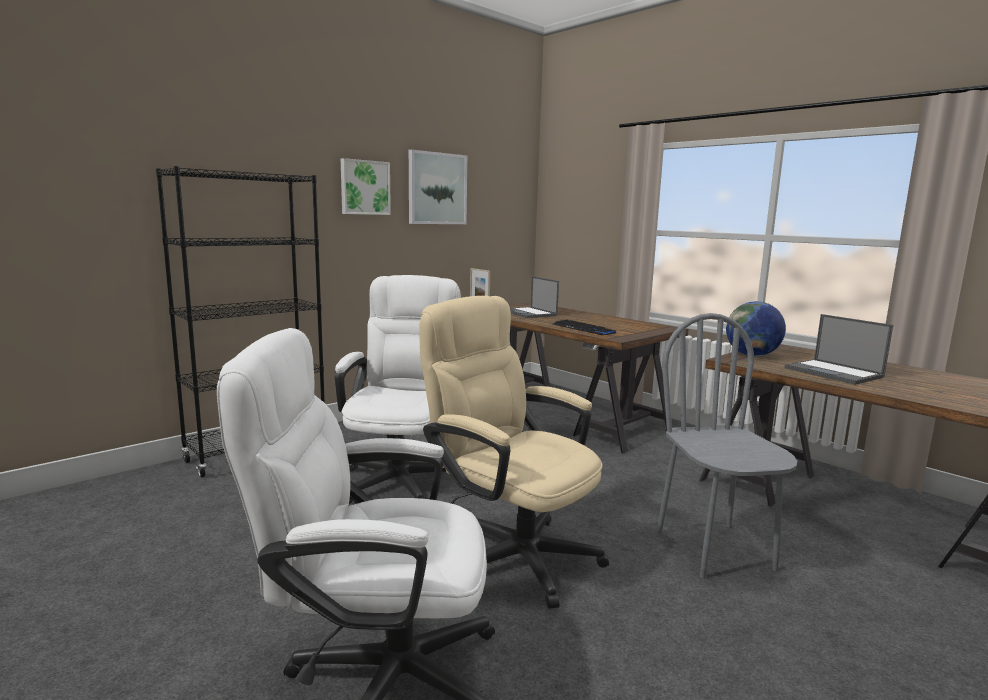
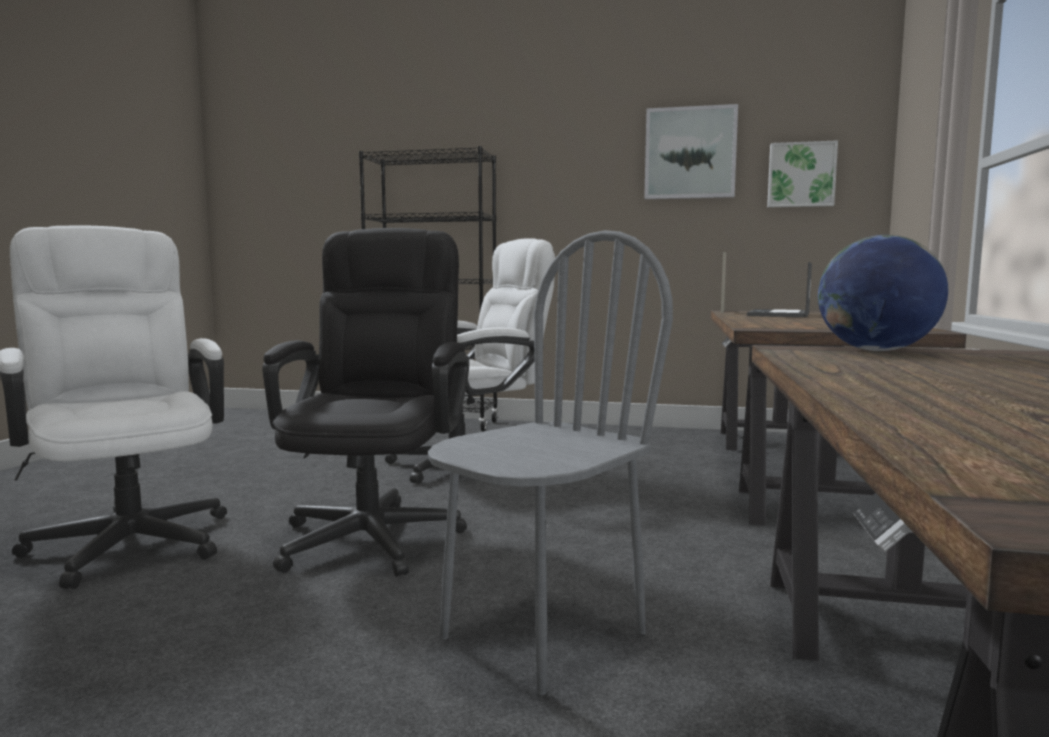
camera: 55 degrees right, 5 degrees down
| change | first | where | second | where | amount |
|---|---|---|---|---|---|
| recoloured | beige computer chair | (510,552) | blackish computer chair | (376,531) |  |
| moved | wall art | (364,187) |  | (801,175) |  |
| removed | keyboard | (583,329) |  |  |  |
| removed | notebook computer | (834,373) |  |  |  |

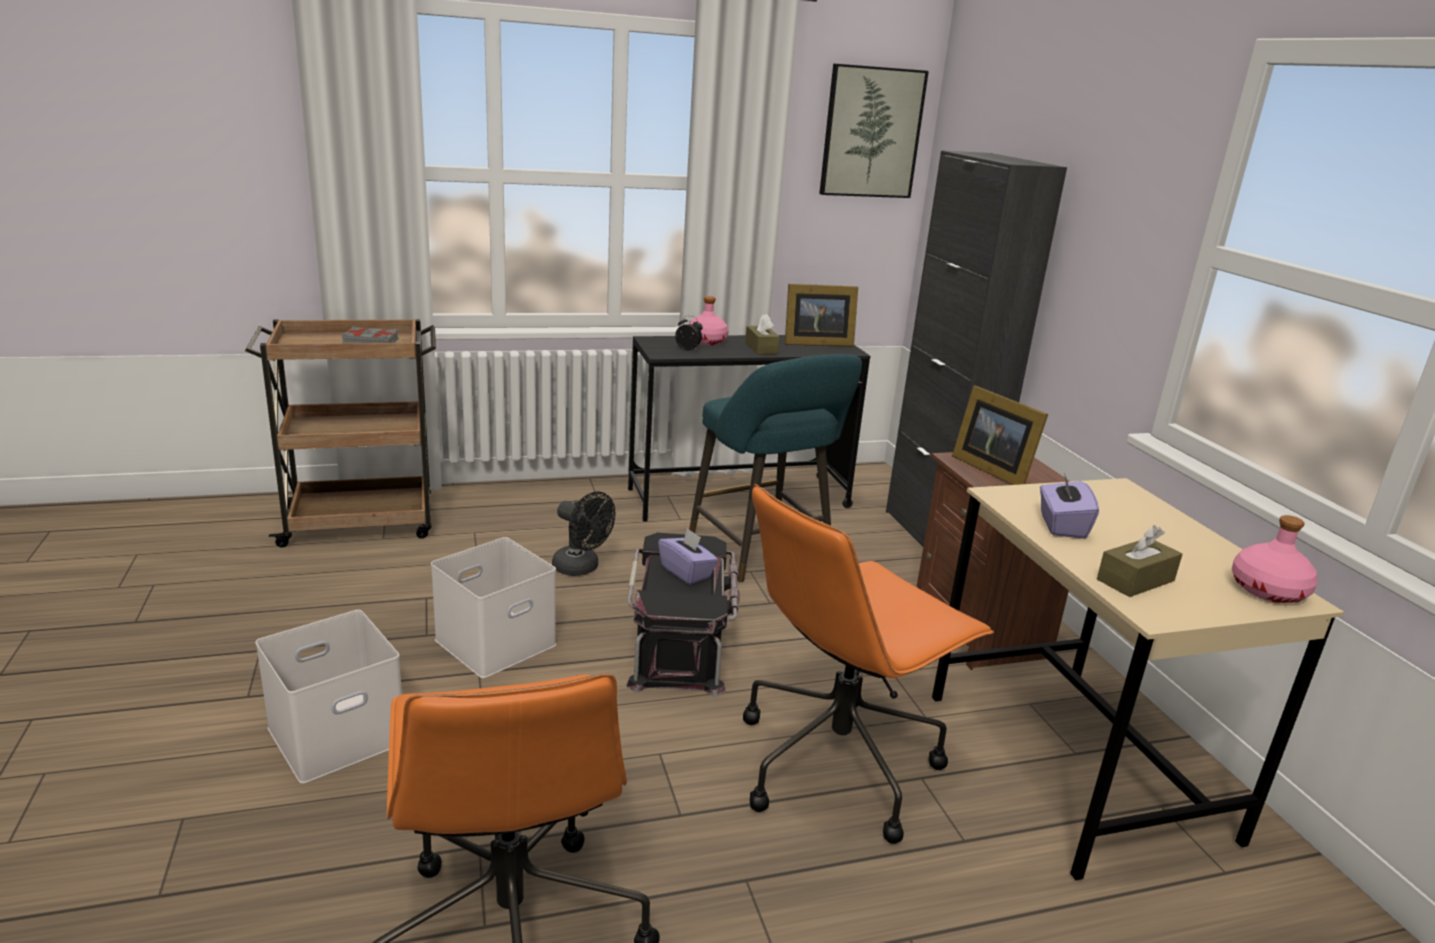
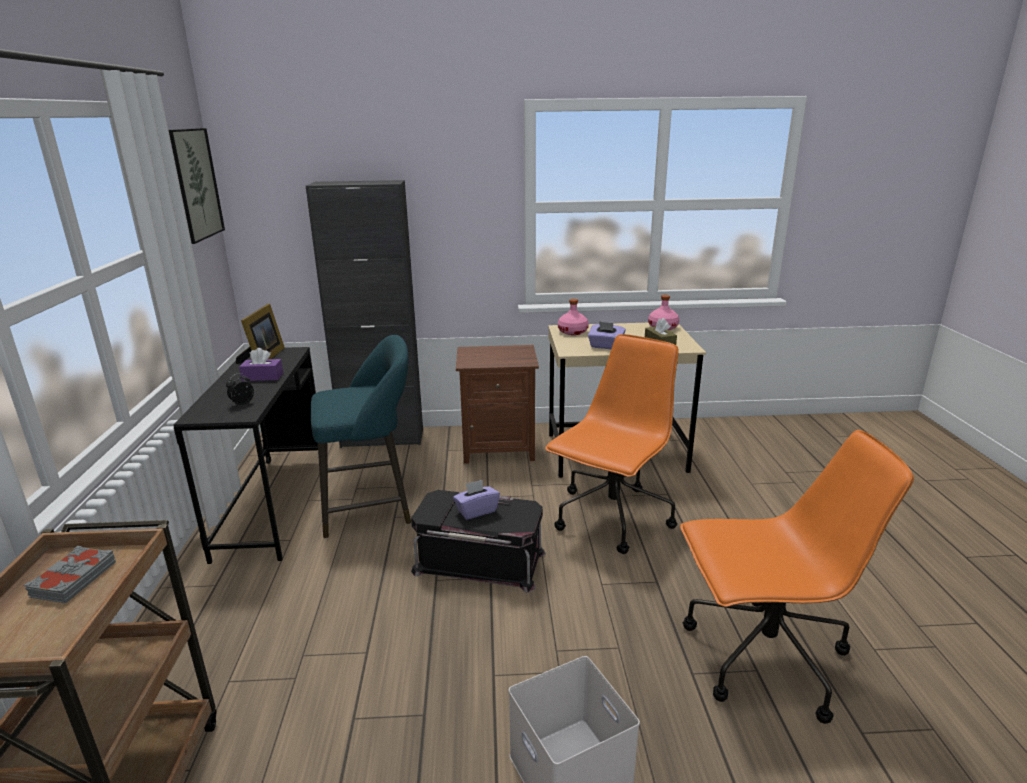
camera: 75 degrees left, 0 degrees up
| change | first | where | second | where | amount |
|---|---|---|---|---|---|
| recoloured | brownish tissue holder | (761,348) | purplish tissue holder | (262,377) |  |
| turned | orange-coloured computer chair | (838,762) |  | (612,518) | 120 degrees counterclockwise |
| moved | pink-coloured drink bottle | (707,341) |  | (573,332) |  |
| removed | white storage box | (496,641) |  |  |  |
| removed | blackish cooling fan | (581,568) |  |  |  |
| removed | picture frame | (992,469) |  |  |  |

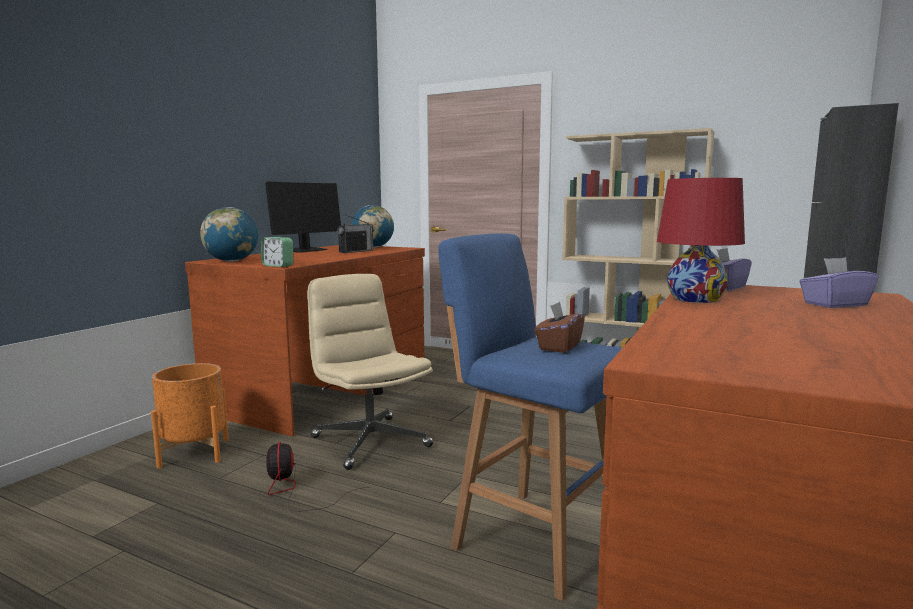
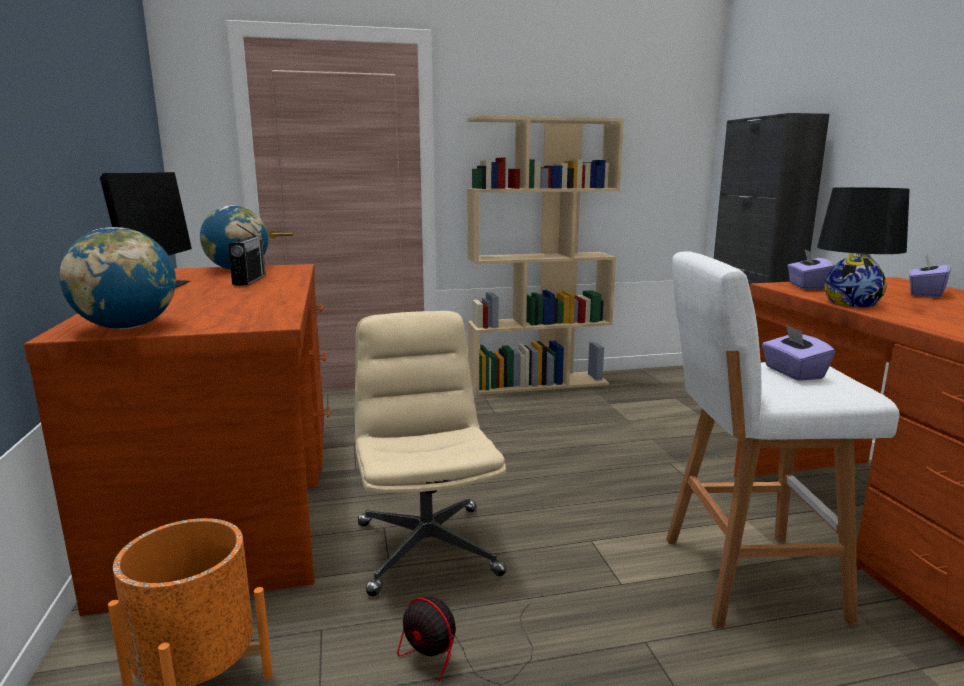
camera: 40 degrees left, 5 degrees up
| change | first | where | second | where | amount |
|---|---|---|---|---|---|
| turned | beige computer chair | (369,441) |  | (426,547) | 60 degrees clockwise |
| recoloured | blue-coloured stool | (533,537) | white stool | (744,578) |  |
| recoloured | brownish tissue holder | (559,346) | purplish tissue holder | (793,373) |  |
| recoloured | red-coloured lamp for a table | (695,299) | blackish lamp for a table | (852,303) |  |
| removed | bedside clock | (278,265) |  |  |  |

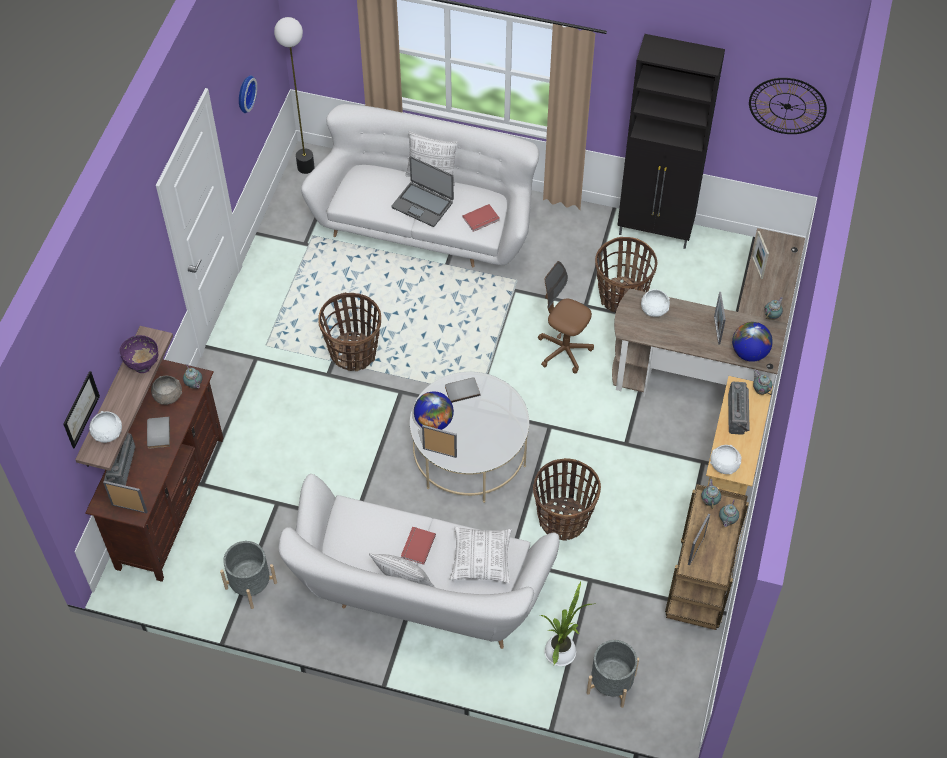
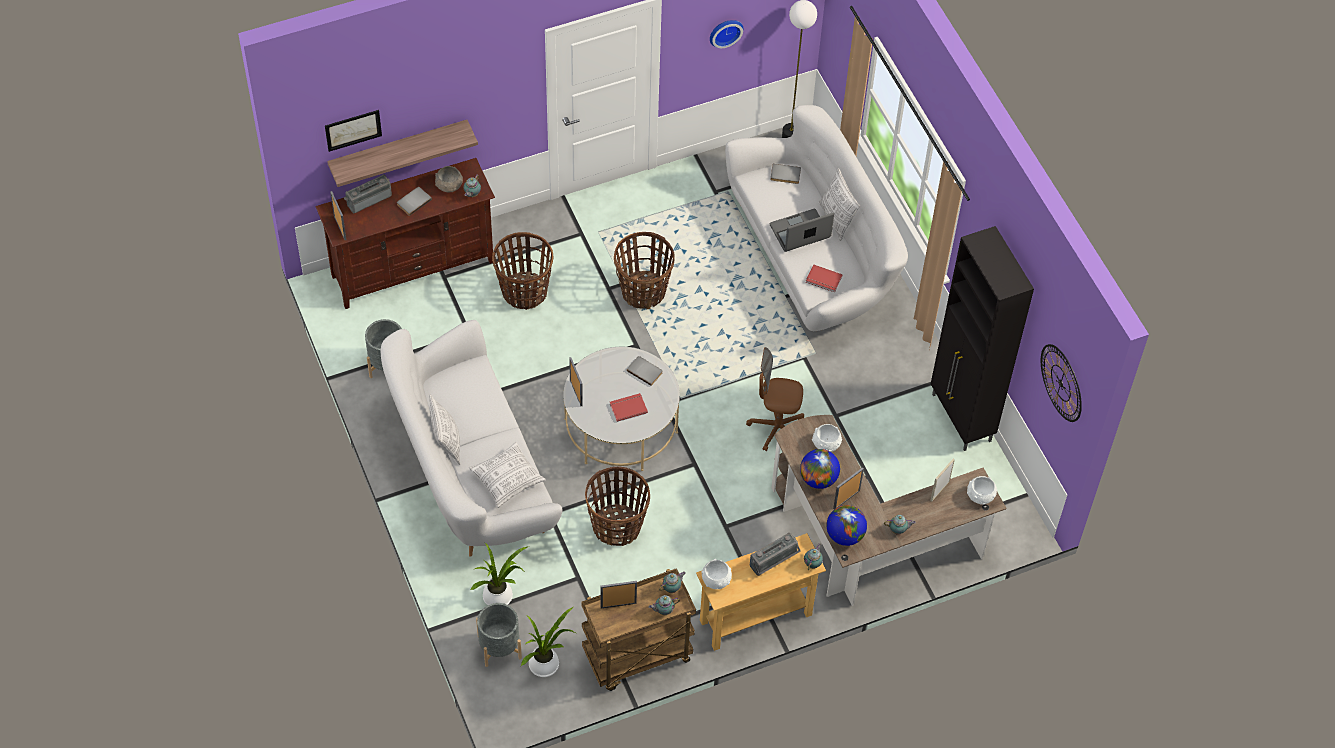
camera: 50 degrees right, 0 degrees up
| change | first | where | second | where | amount |
|---|---|---|---|---|---|
| moved | household basket | (621,297) |  | (524,292) |  |
| added |  |  | houseplant | (546,664) |  |
| moved | red-coloured book | (417,546) |  | (628,407) |  |
| turned | brownish computer chair | (564,351) |  | (776,428) | 75 degrees counterclockwise |
| added |  |  | gray book | (785,175) |  |
| turned | notebook computer | (423,204) |  | (800,232) | 75 degrees clockwise |
| moved | globe | (434,422) |  | (818,479) |  |
| moved | white serving bowl | (107,433) |  | (980,495) |  |
| removed | purplish serving bowl | (143,365) |  |  |  |

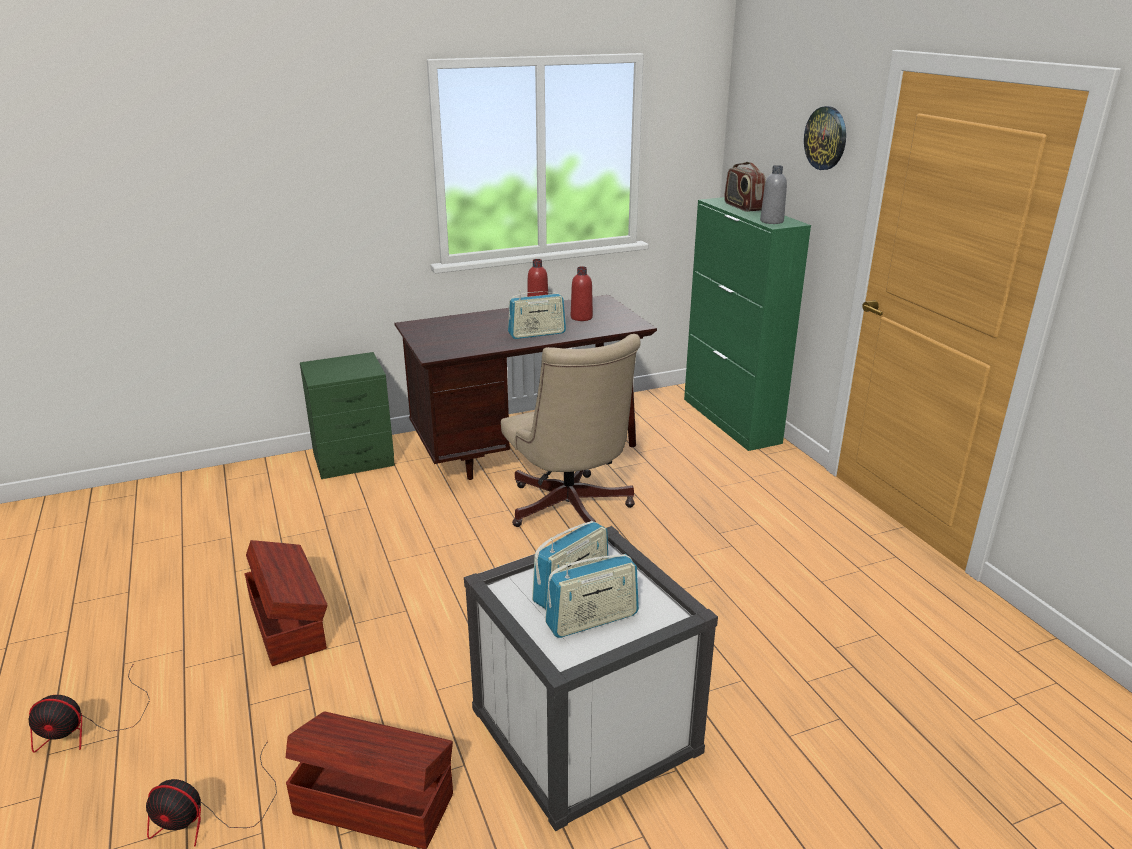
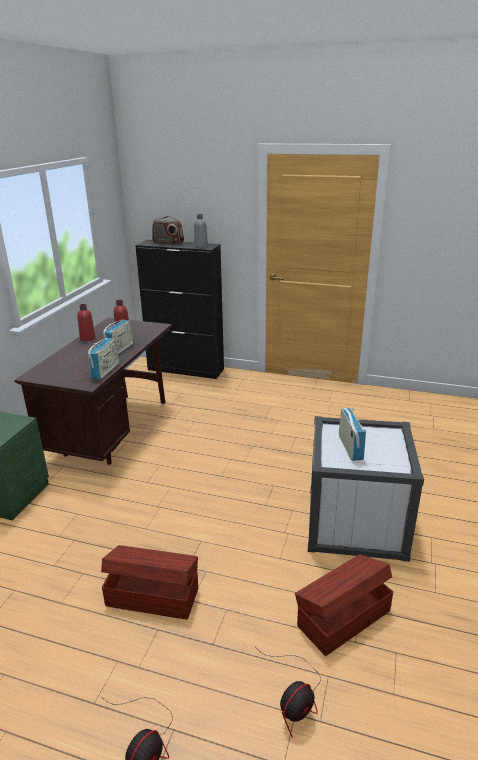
camera: 50 degrees left, 0 degrees up
| change | first | where | second | where | amount |
|---|---|---|---|---|---|
| moved | radio receiver | (592,620) |  | (105,371) |  |
| recoloured | green-coloured cupboard | (731,421) | blackish cupboard | (186,369) |  |
| removed | beige computer chair | (570,511) |  |  |  |
| removed | clock on the wall | (826,138) |  |  |  |

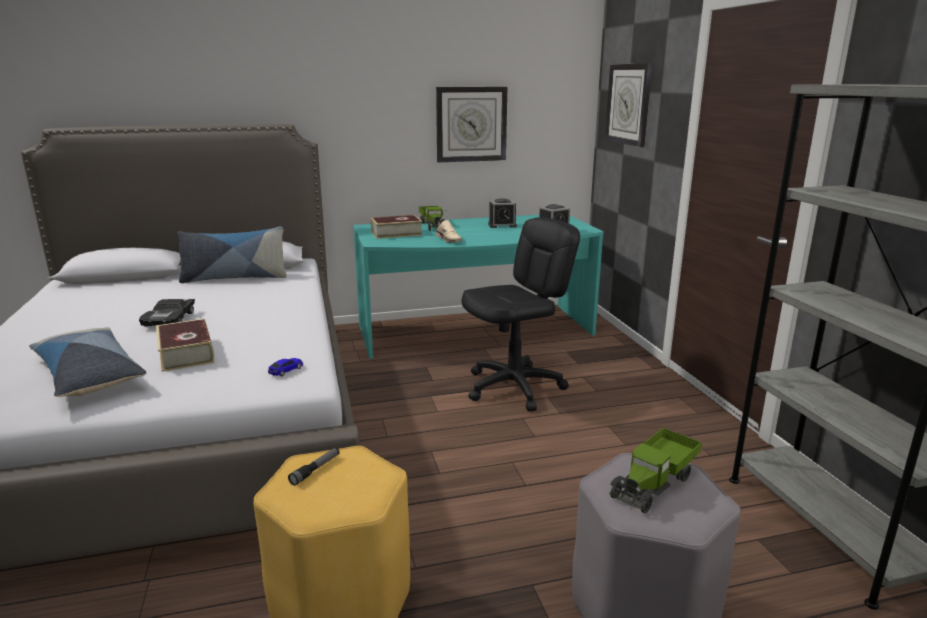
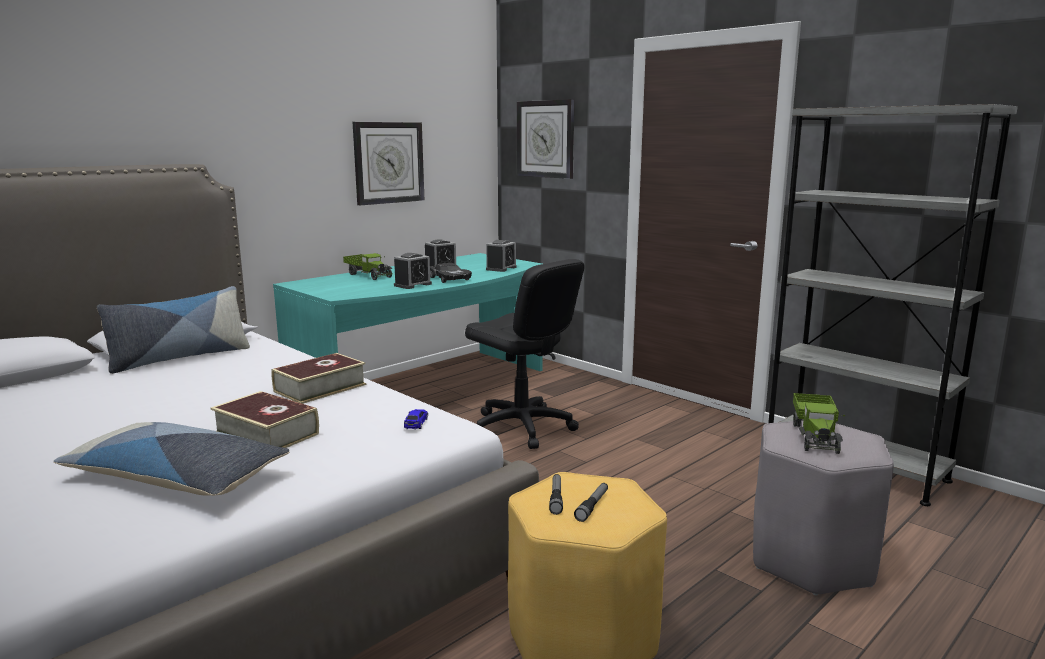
camera: 30 degrees left, 5 degrees down
| change | first | where | second | where | amount |
|---|---|---|---|---|---|
| moved | book | (396,233) |  | (320,388) |  |
| replaced | beige item of footwear | (449,239) | bedside clock | (412,285) |  |
| moved | blackish toy car | (170,319) |  | (449,279) |  |
| turned | blackish computer chair | (514,387) |  | (521,427) | 105 degrees clockwise |
| added |  |  | torch | (592,506) |  |

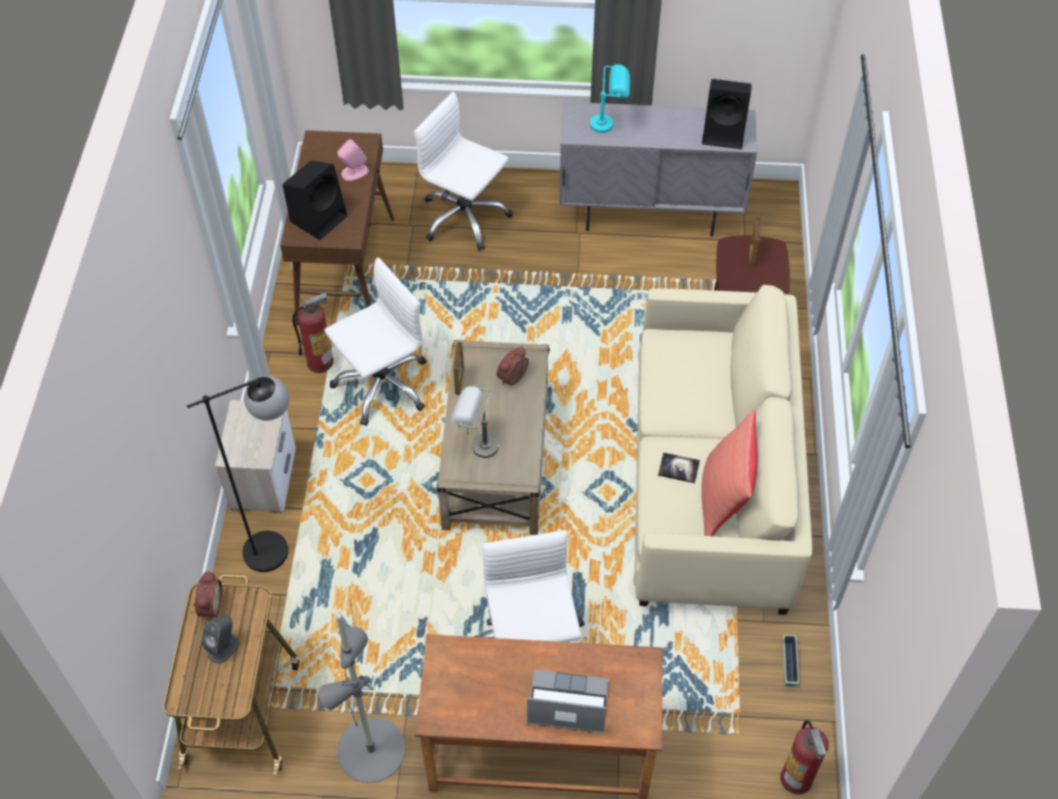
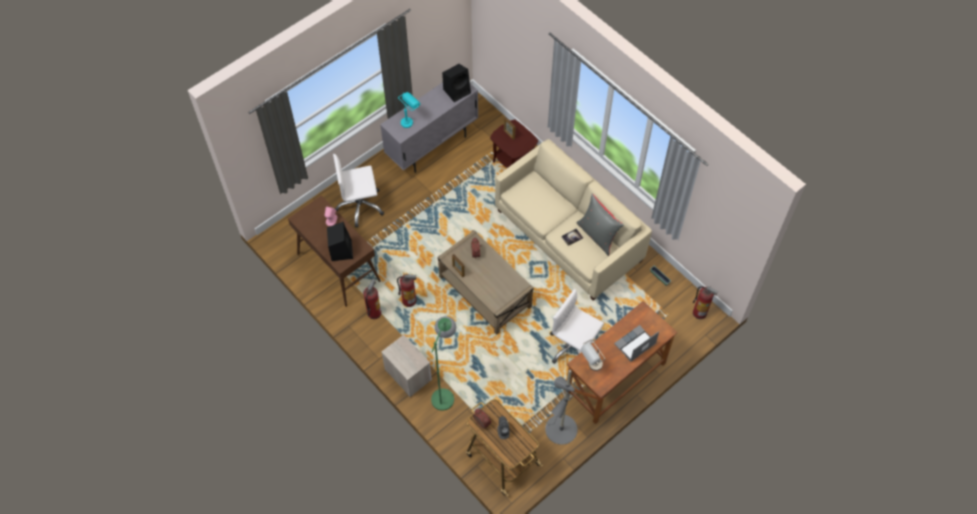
camera: 45 degrees left, 5 degrees up
| change | first | where | second | where | amount |
|---|---|---|---|---|---|
| replaced | white computer chair | (382,385) | fire extinguisher | (409,300) |  |
| recoloured | blackish standard lamp | (281,545) | green-coloured standard lamp | (445,392) |  |
| recoloured | red-coloured throw pillow | (724,498) | gray throw pillow | (597,235) |  |
| moved | gray lamp for a table | (476,445) |  | (591,367) |  |

